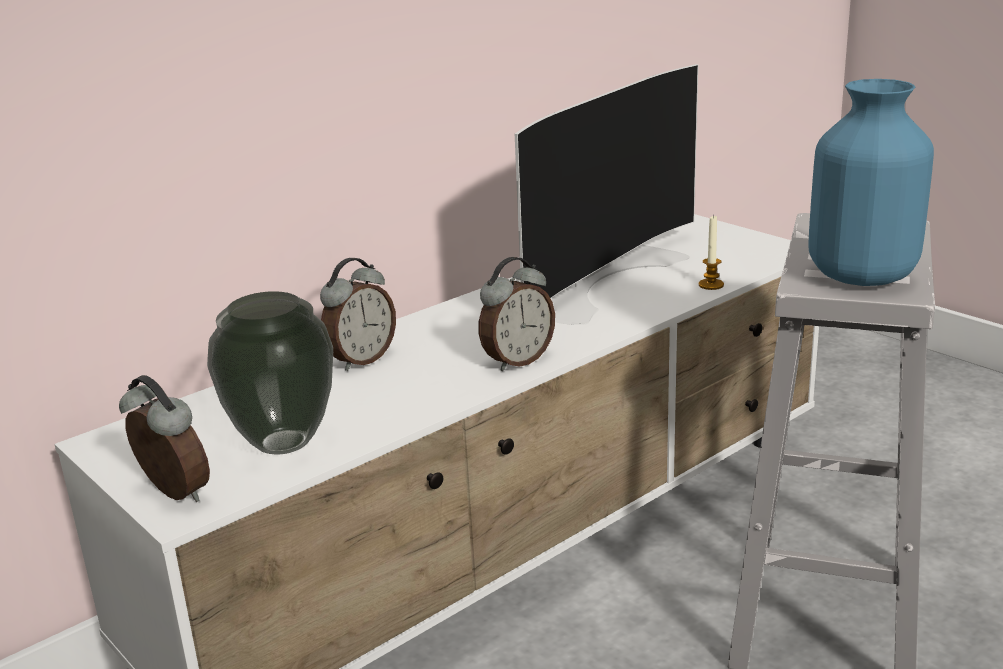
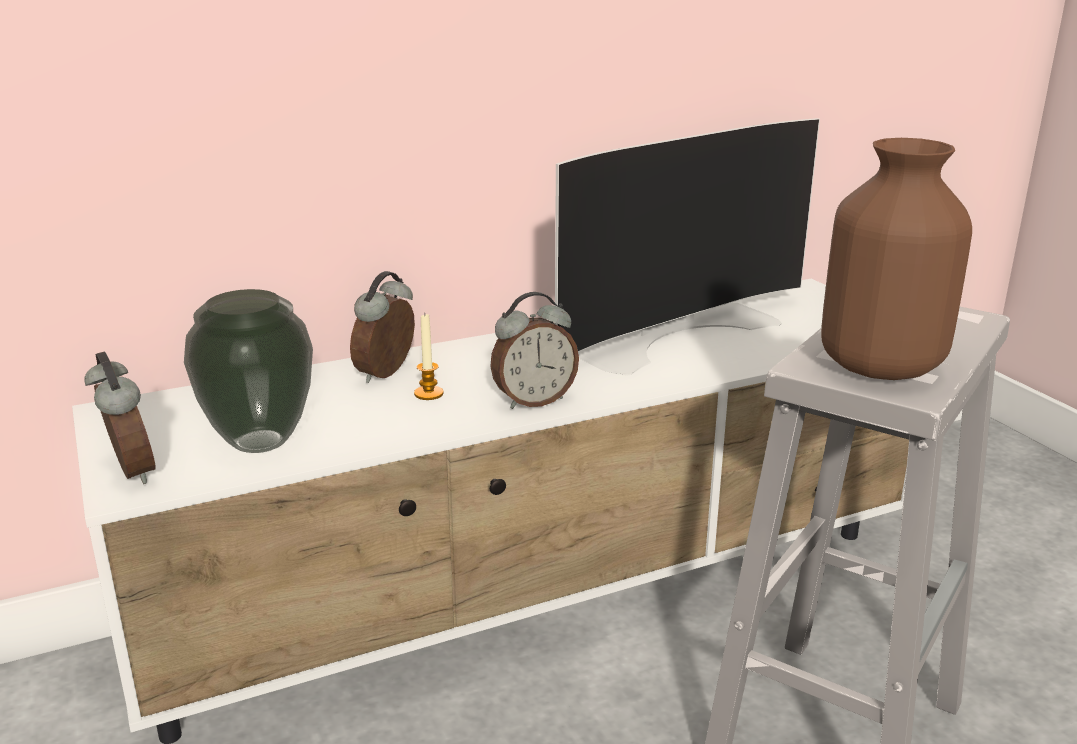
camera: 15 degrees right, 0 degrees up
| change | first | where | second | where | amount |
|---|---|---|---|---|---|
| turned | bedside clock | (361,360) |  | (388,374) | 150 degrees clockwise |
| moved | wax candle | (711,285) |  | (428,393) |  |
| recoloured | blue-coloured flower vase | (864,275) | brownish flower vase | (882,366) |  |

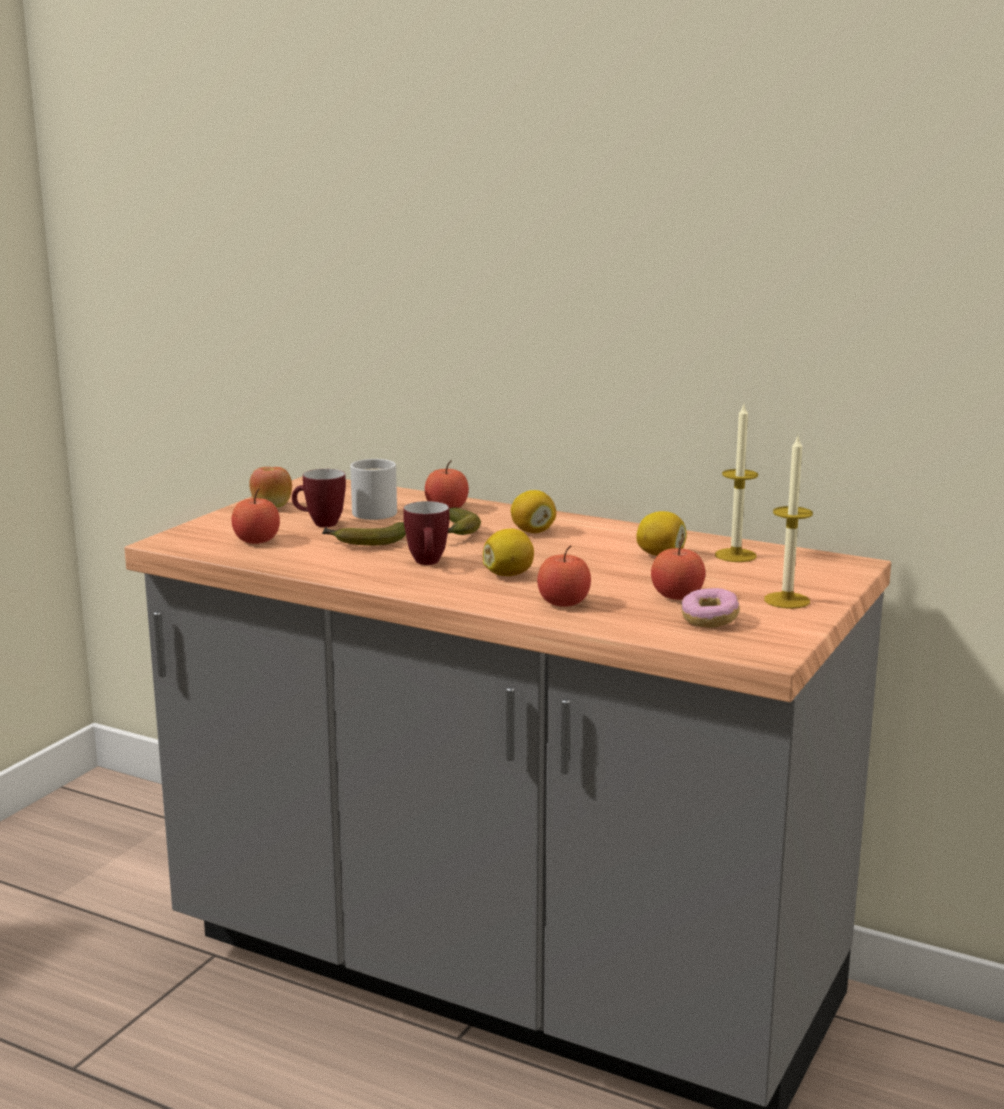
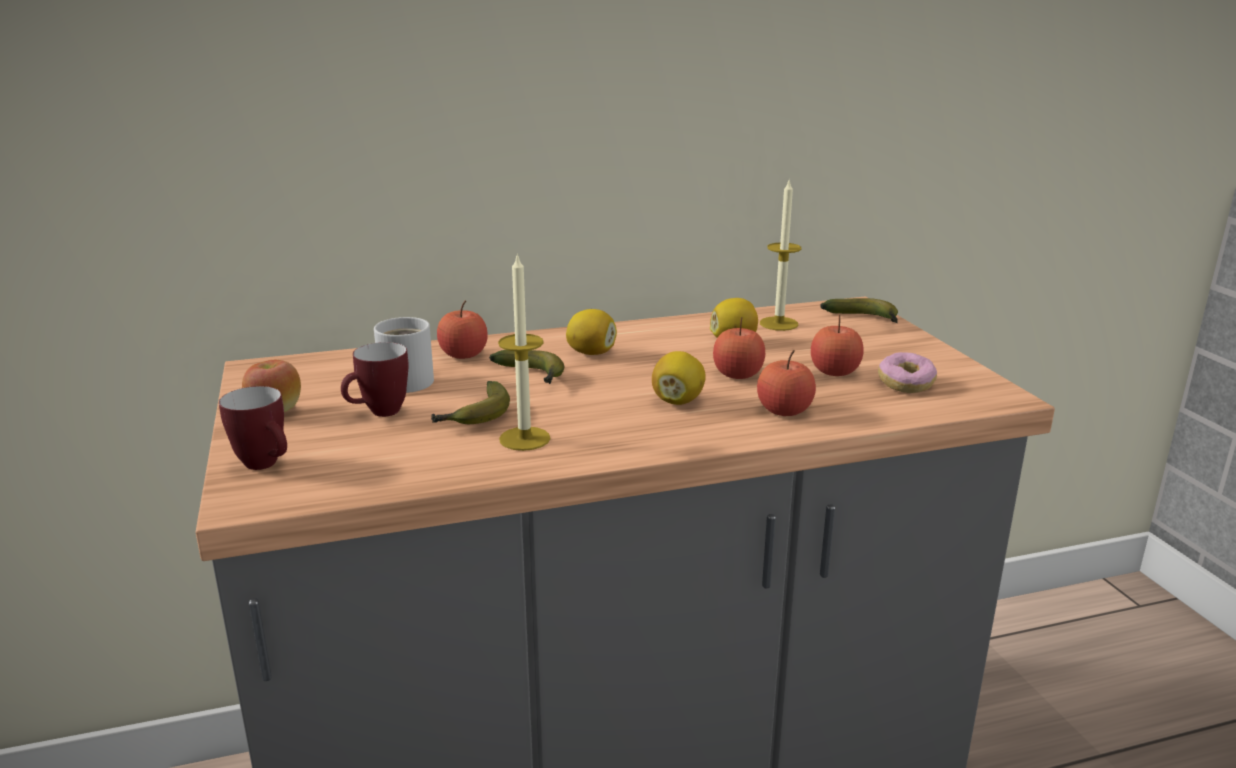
camera: 45 degrees left, 5 degrees up
| change | first | where | second | where | amount |
|---|---|---|---|---|---|
| moved | tea mug | (428,563) |  | (267,465) |  |
| moved | wax candle | (787,600) |  | (524,438) |  |
| moved | apple | (256,541) |  | (738,375) |  |
| added |  |  | banana | (865,320) |  |

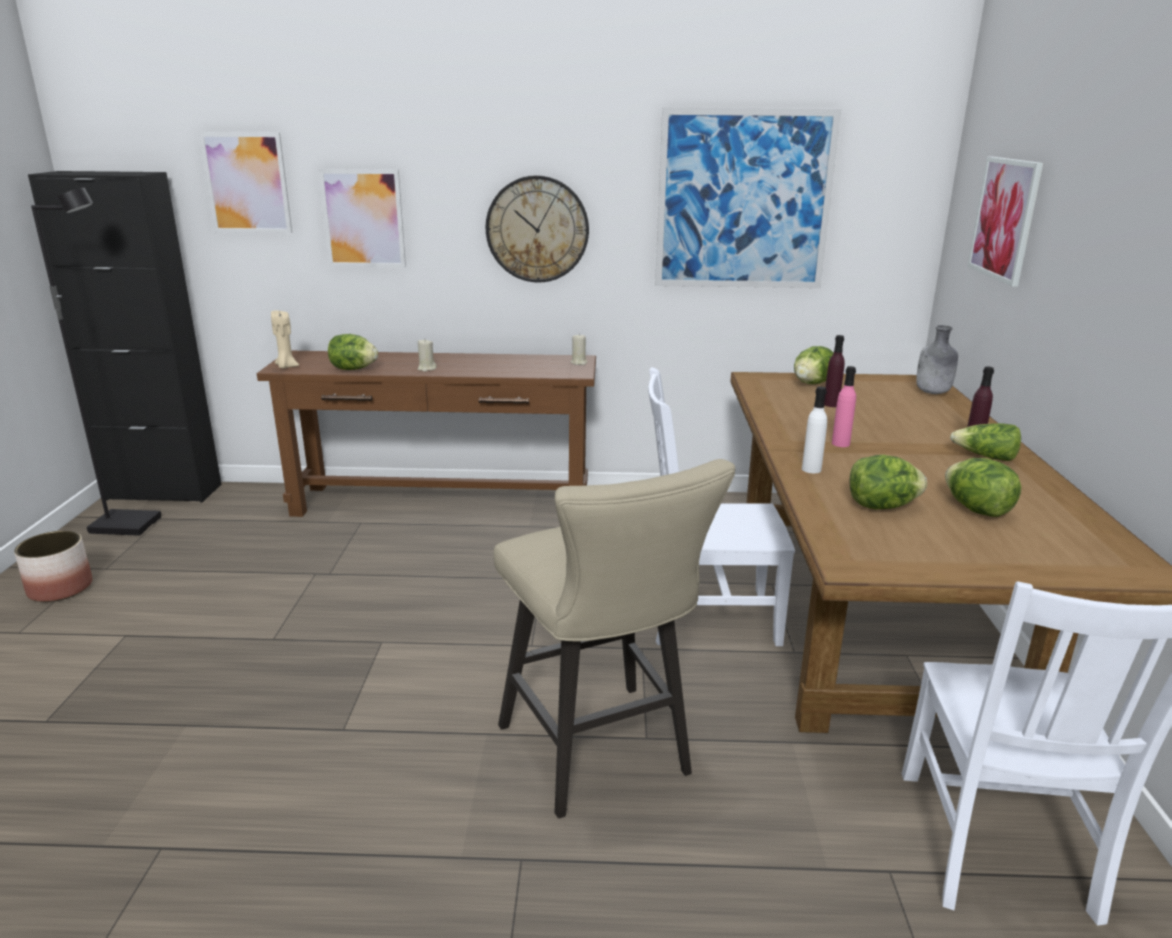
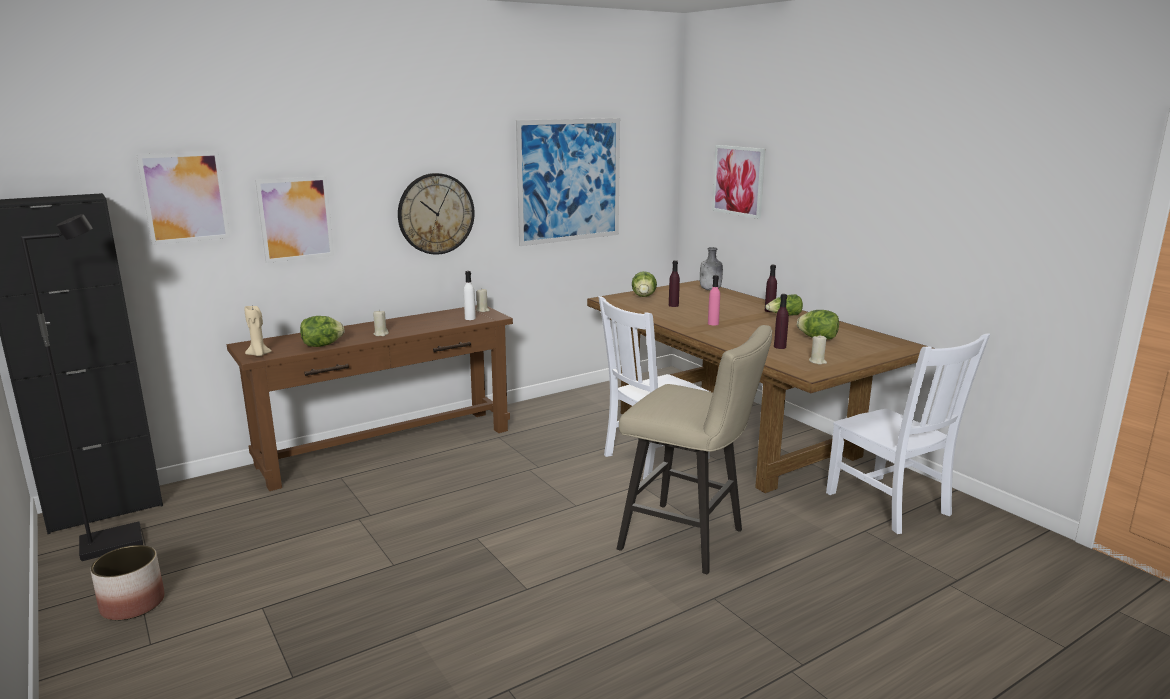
camera: 35 degrees left, 5 degrees down
| change | first | where | second | where | amount |
|---|---|---|---|---|---|
| moved | white drink bottle | (811,469) |  | (470,318) |  |
| replaced | head of lettuce | (881,506) | purplish drink bottle | (779,347) |  |
| added |  |  | beige wax candle | (817,361) |  |

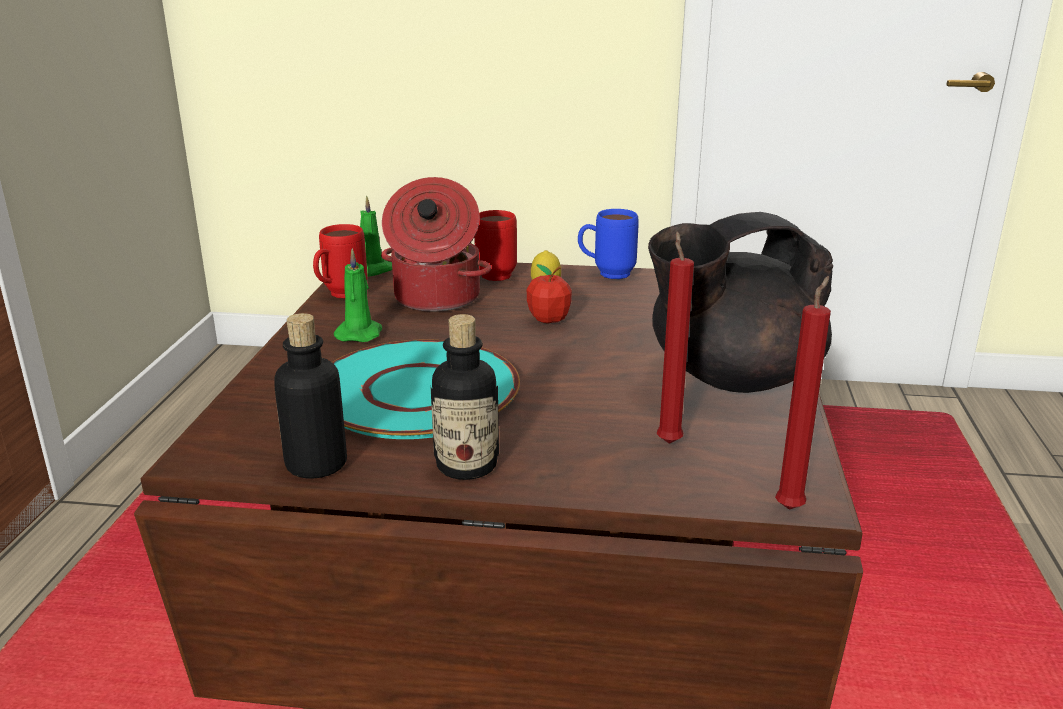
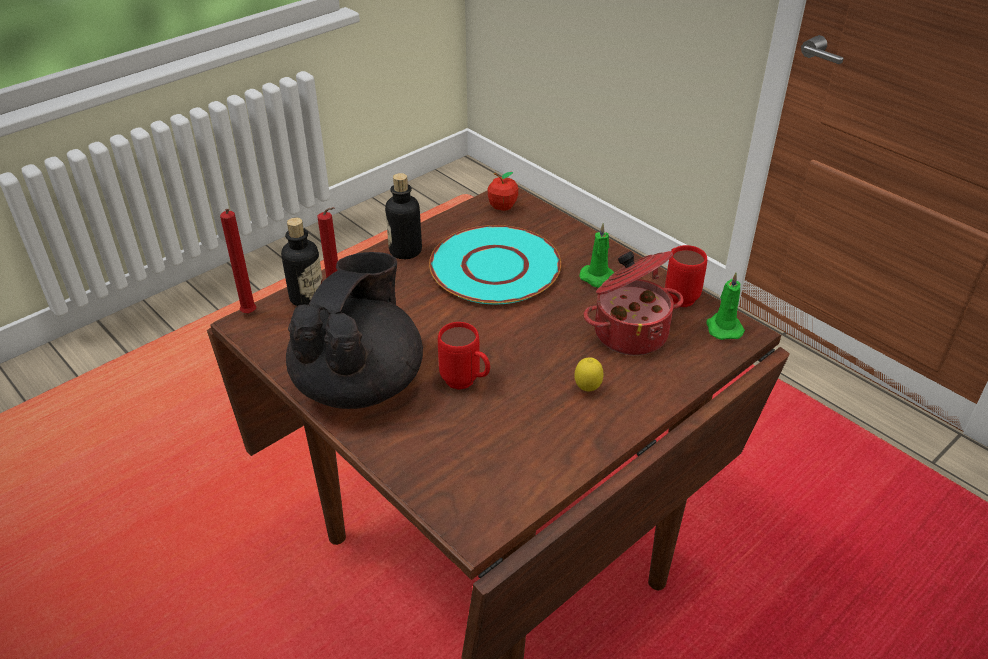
camera: 130 degrees right, 15 degrees up
| change | first | where | second | where | amount |
|---|---|---|---|---|---|
| moved | drink bottle | (316,464) |  | (307,298) |  |
| moved | red-coloured tea mug | (496,273) |  | (466,383) |  |
| moved | apple | (548,319) |  | (502,207) |  |
| removed | blue-coloured tea mug | (606,274) |  |  |  |

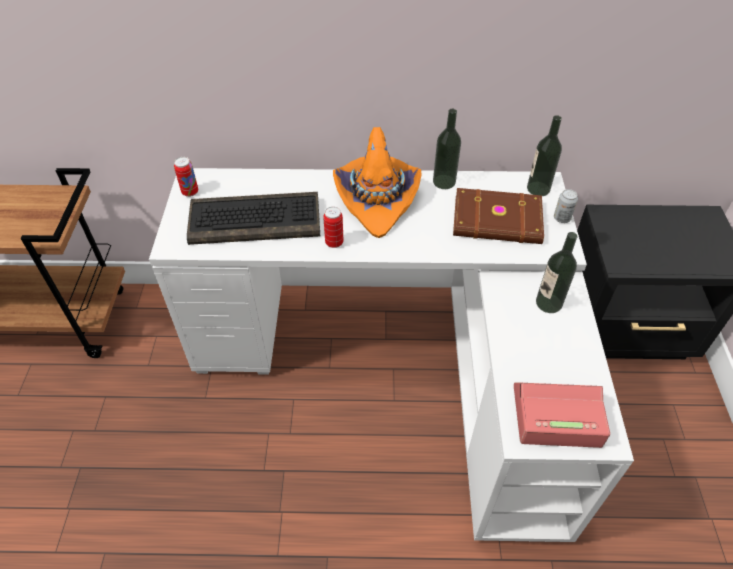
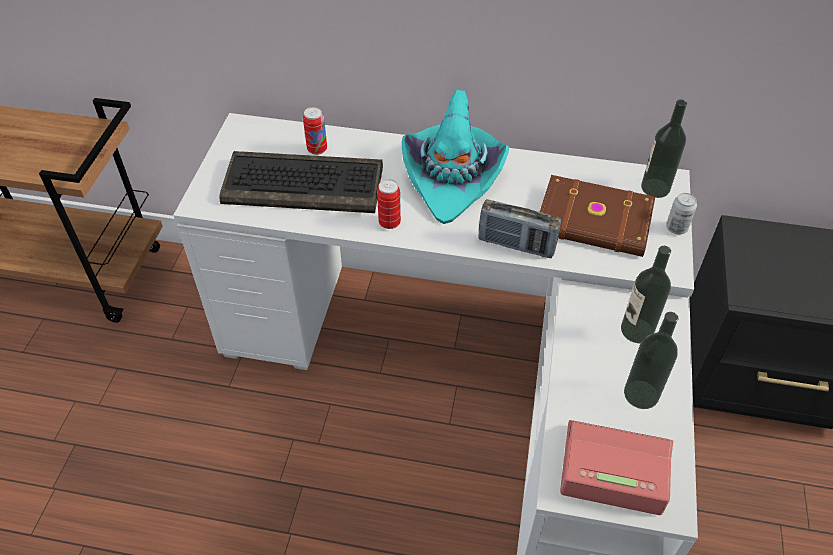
camera: 10 degrees right, 0 degrees up
| change | first | where | second | where | amount |
|---|---|---|---|---|---|
| moved | metal can | (190,192) |  | (317,149) |  |
| recoloured | orange-coloured hat | (377,199) | turquoise-coloured hat | (453,177) |  |
| added |  |  | radio receiver | (516,245) |  |
| moved | drink bottle | (444,182) |  | (641,394) |  |

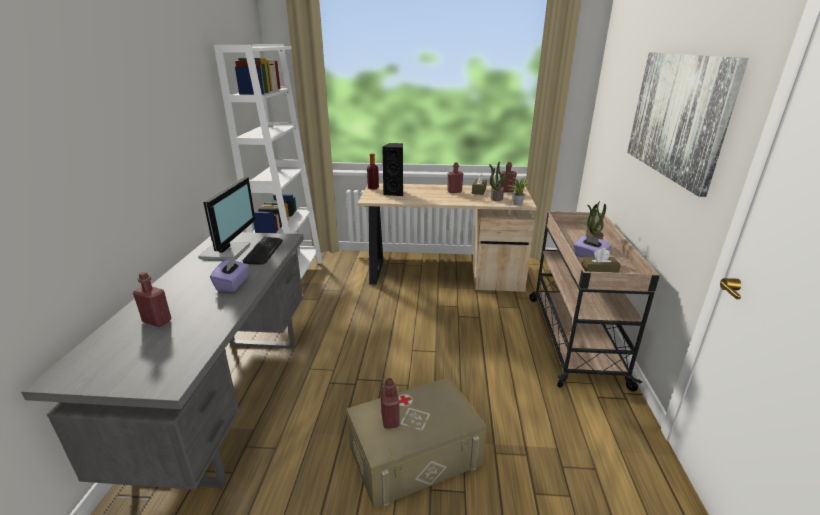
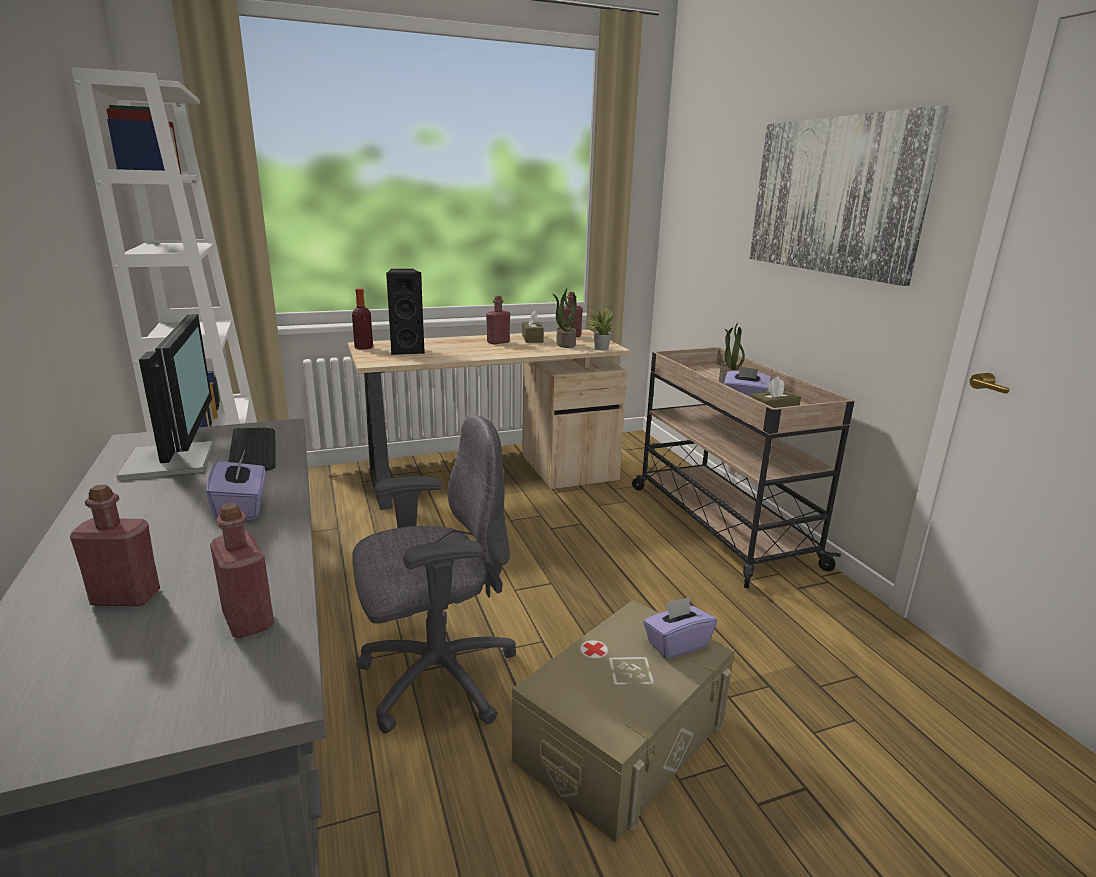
camera: 25 degrees left, 5 degrees down
| change | first | where | second | where | amount |
|---|---|---|---|---|---|
| moved | red-coloured drink bottle | (390,420) |  | (248,620) |  |
| added |  |  | gray computer chair | (435,677) |  |
| added |  |  | purplish tissue holder | (676,644) |  |

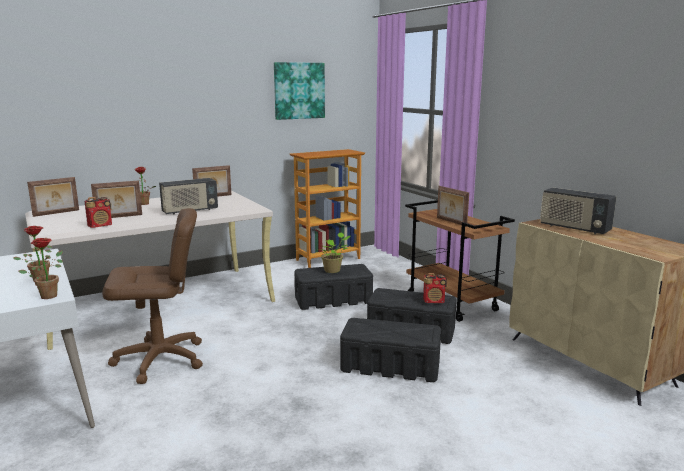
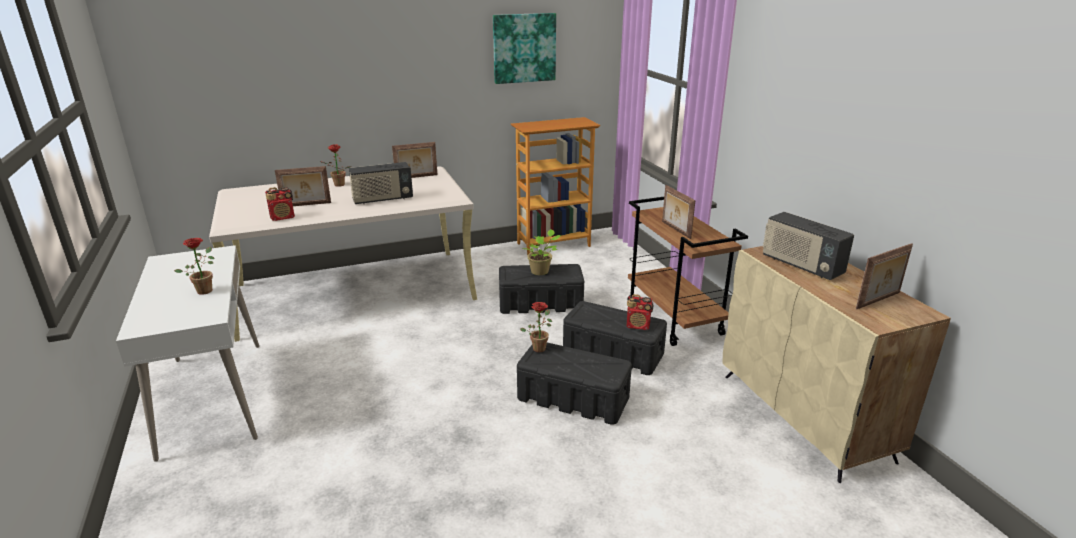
camera: 10 degrees right, 10 degrees up
| change | first | where | second | where | amount |
|---|---|---|---|---|---|
| moved | houseplant | (50,295) |  | (539,347) |  |
| moved | picture frame | (56,213) |  | (879,301) |  |
| removed | brownish computer chair | (160,360) |  |  |  |

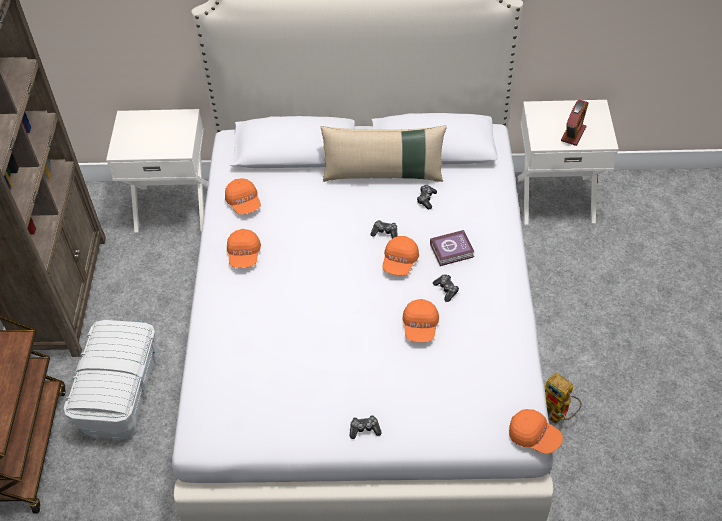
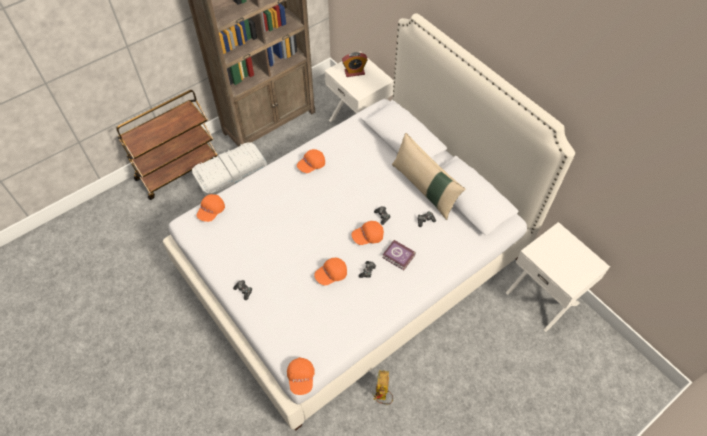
camera: 50 degrees right, 5 degrees up
| change | first | where | second | where | amount |
|---|---|---|---|---|---|
| moved | orange-coloured baseball cap | (244,203) |  | (211,211) |  |
| moved | bedside clock | (573,134) |  | (354,72) |  |

